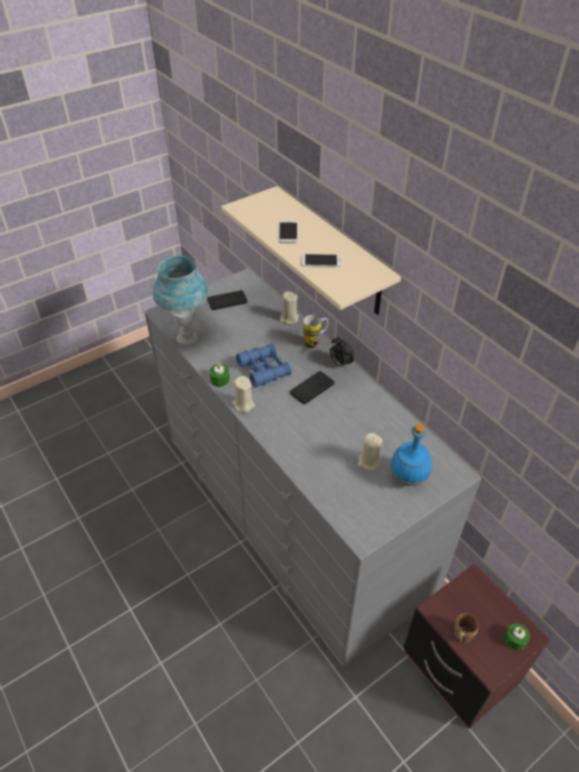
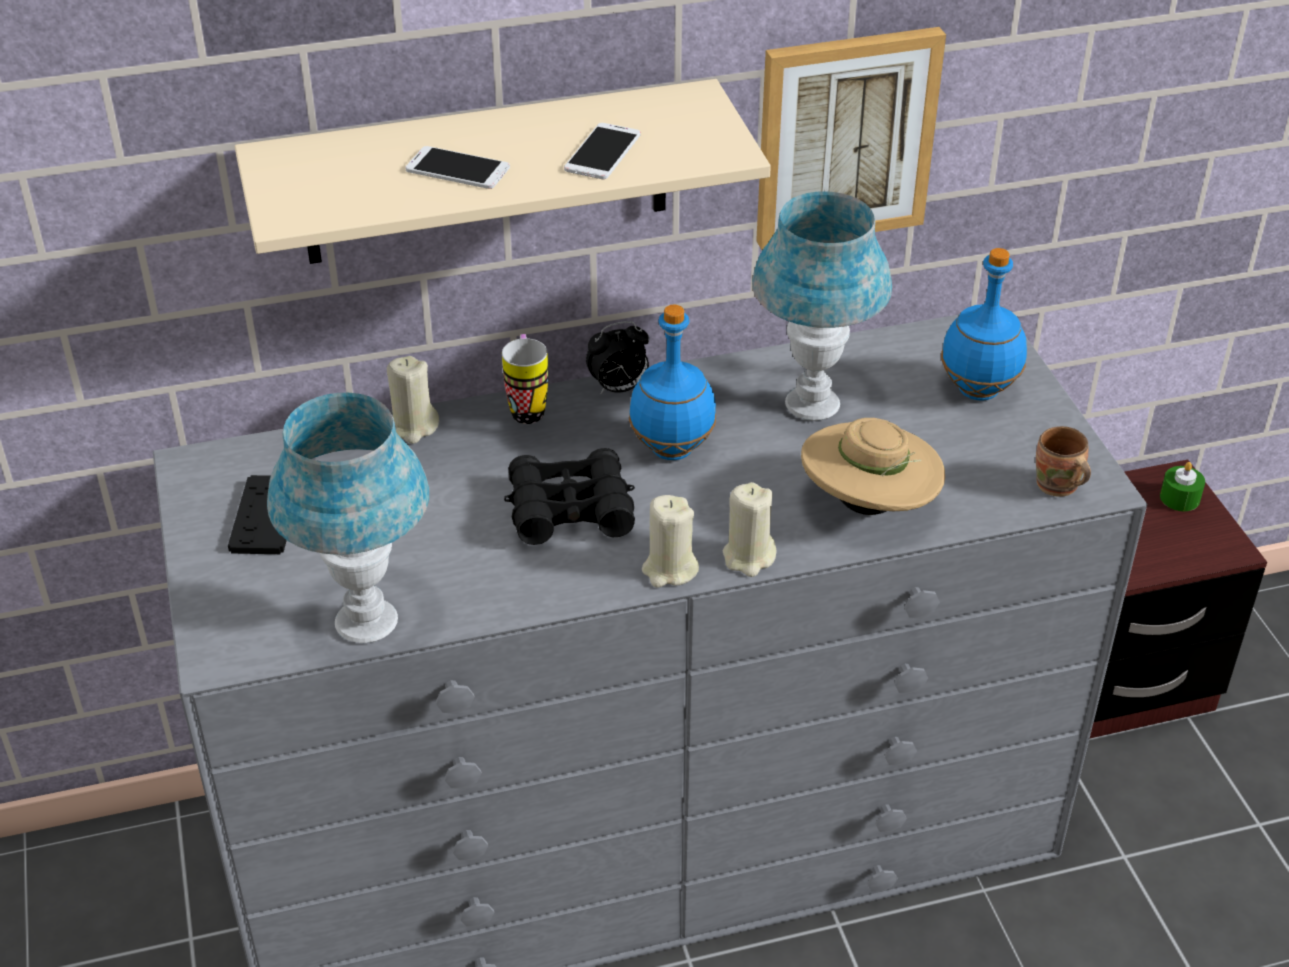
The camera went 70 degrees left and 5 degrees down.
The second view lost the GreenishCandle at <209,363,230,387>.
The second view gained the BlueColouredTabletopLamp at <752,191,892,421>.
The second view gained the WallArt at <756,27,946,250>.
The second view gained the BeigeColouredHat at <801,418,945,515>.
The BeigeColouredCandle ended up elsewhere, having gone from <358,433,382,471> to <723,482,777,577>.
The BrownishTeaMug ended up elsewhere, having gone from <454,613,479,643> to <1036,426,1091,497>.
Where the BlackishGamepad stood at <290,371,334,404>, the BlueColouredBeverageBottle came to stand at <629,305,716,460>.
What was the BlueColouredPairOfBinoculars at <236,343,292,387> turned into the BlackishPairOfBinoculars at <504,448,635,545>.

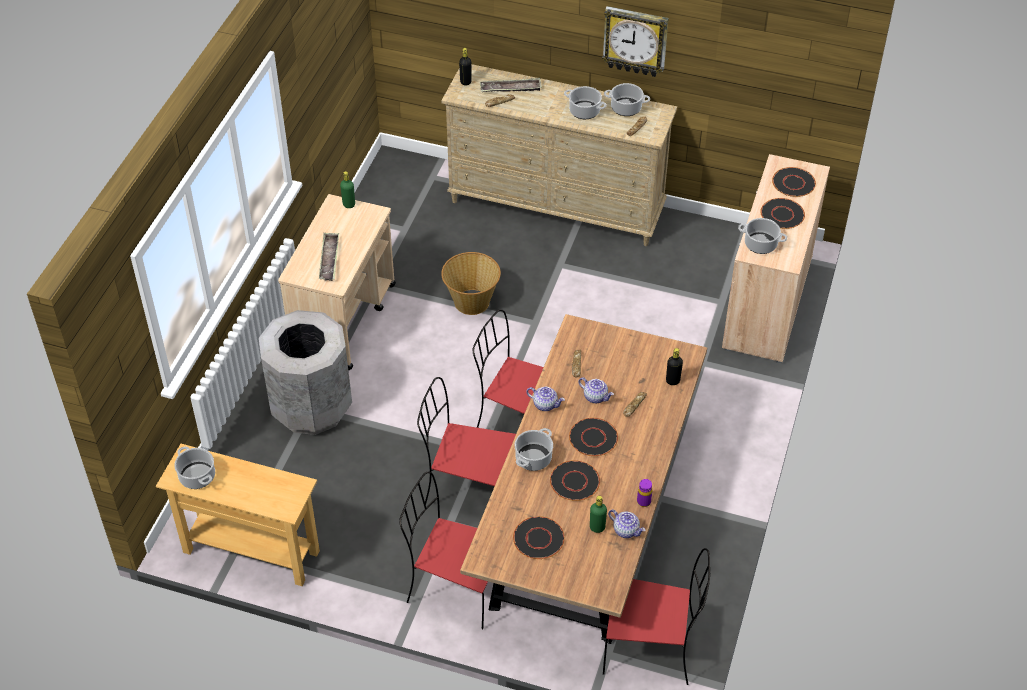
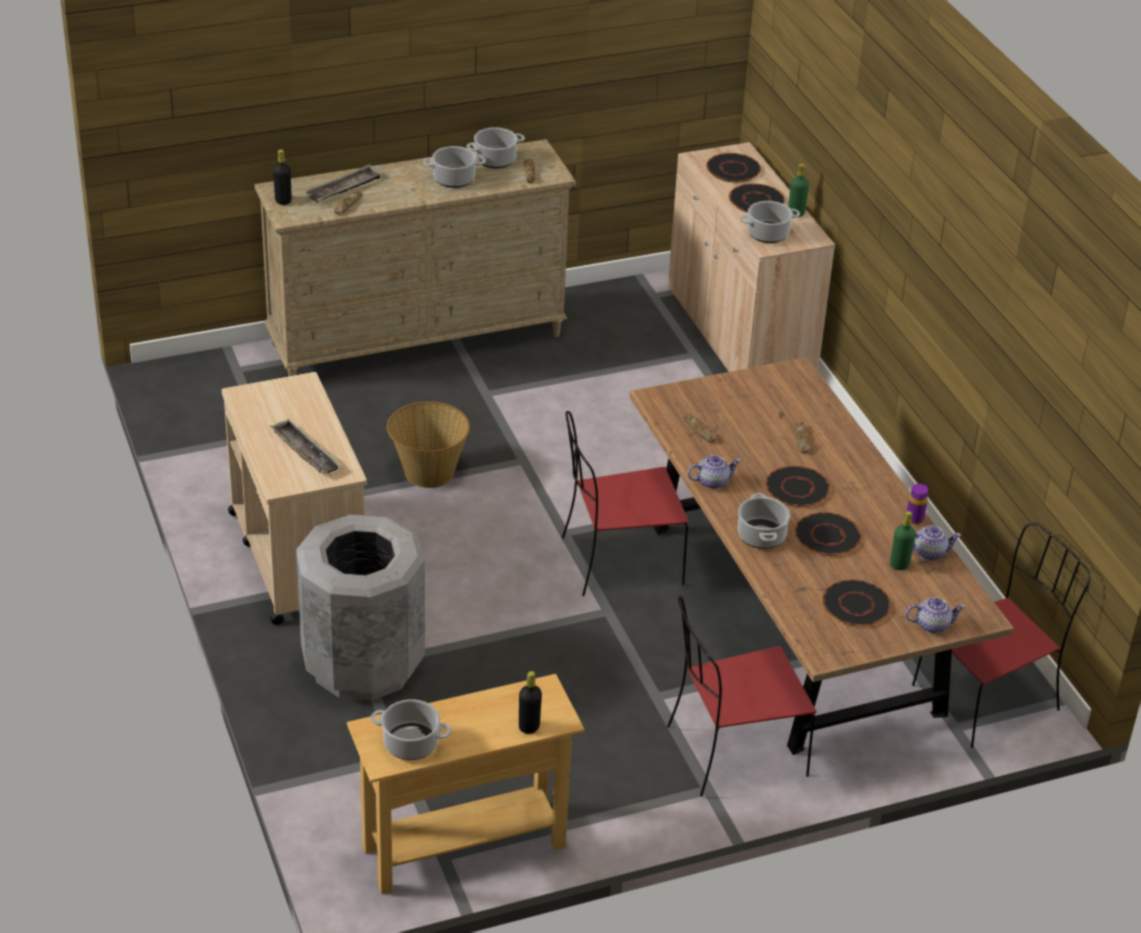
The camera went 40 degrees left and 10 degrees down.
The second view lost the RedUprightChair at <417,377,516,505>.
The second view lost the ClockOnTheWall at <602,6,669,77>.
The GreenishBeverageBottle ended up elsewhere, having gone from <340,171,355,208> to <788,164,809,217>.
The Teapot ended up elsewhere, having gone from <578,377,614,403> to <905,597,965,633>.
The BlackishBeverageBottle ended up elsewhere, having gone from <666,348,683,385> to <519,671,542,734>.

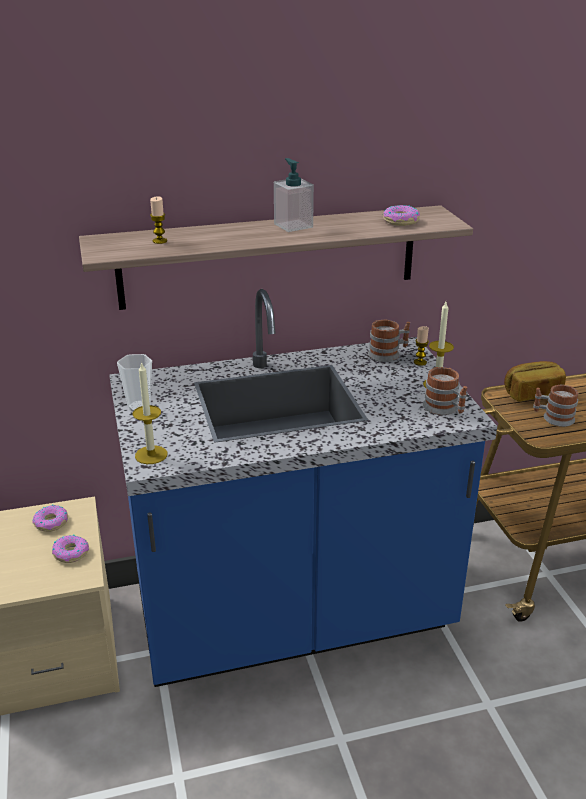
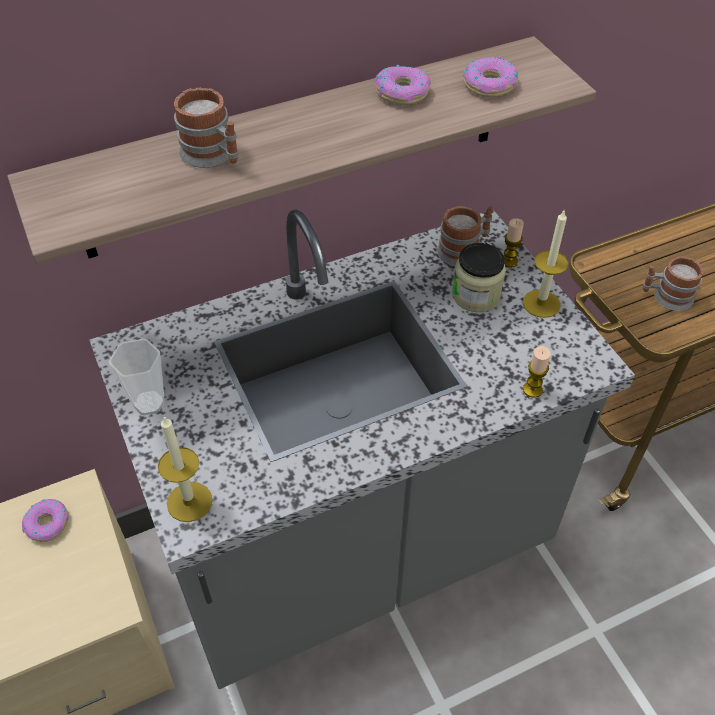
The camera went 10 degrees left and 20 degrees up.
The second view lost the SoapBottle at <274,158,314,232>.
The second view lost the Bread at <504,361,566,401>.
The second view gained the StorageJar at <452,243,506,312>.
The RingDoughnut ended up elsewhere, having gone from <52,534,89,563> to <375,65,431,105>.
The Candle ended up elsewhere, having gone from <150,196,167,244> to <523,346,551,398>.
The TeaMug ended up elsewhere, having gone from <423,367,467,415> to <174,88,239,168>.
What was the BlueColouredCounter at <109,289,497,687> turned into the GrayCounter at <89,210,635,689>.

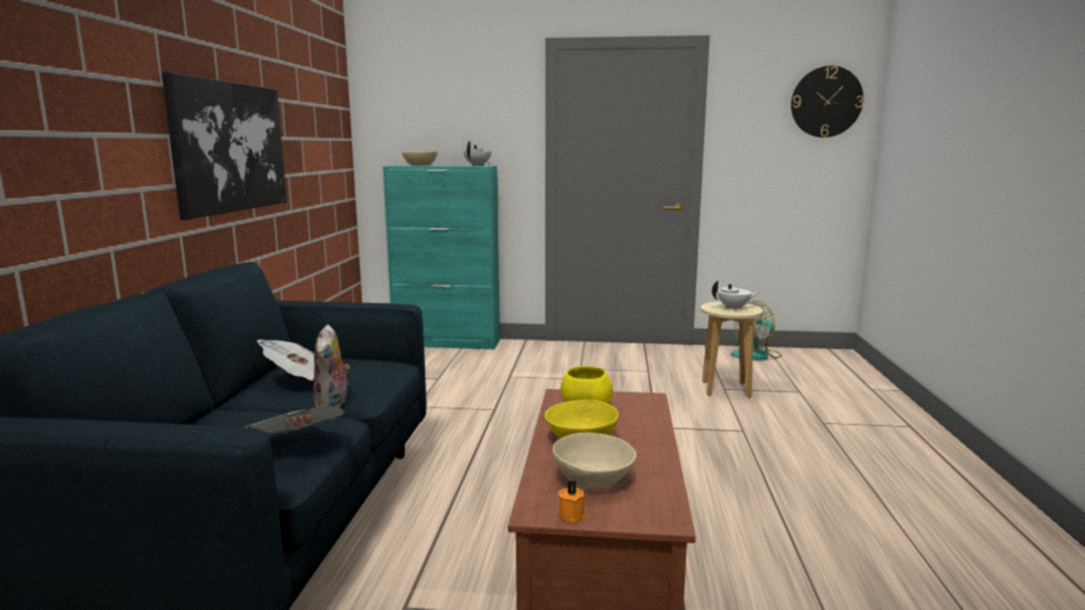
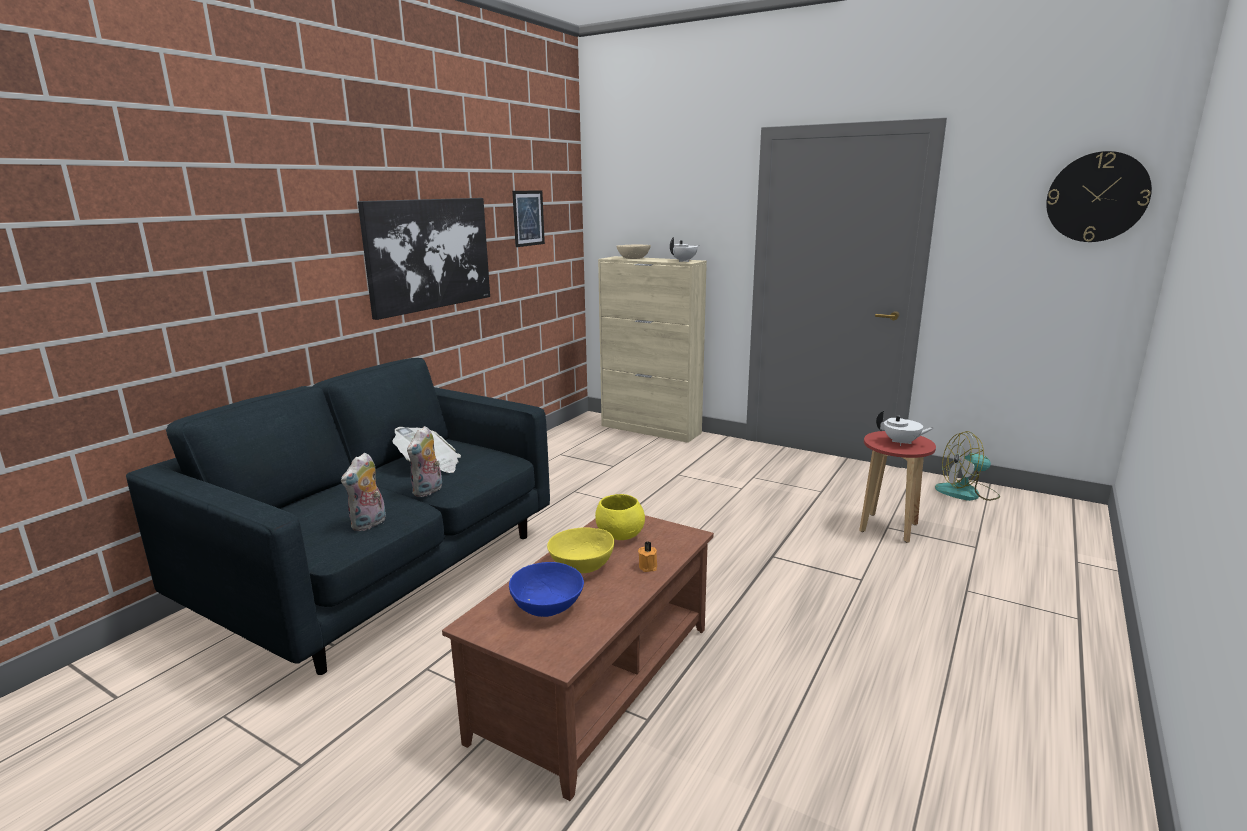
The camera went 25 degrees right and 5 degrees up.
The second view gained the WallArt at <512,190,545,247>.
The OrangeCandle ended up elsewhere, having gone from <558,480,586,523> to <638,541,657,572>.
Where the PrintedPaper stood at <244,406,346,433>, the CuddlyToy came to stand at <341,453,386,531>.
What was the TurquoiseColouredStorageCabinet at <383,165,500,349> turned into the BeigeColouredStorageCabinet at <598,256,707,443>.
What was the BeigeColouredServingBowl at <553,433,636,488> turned into the BlueColouredServingBowl at <509,562,584,617>.
What was the BeigeColouredStoolSeat at <700,302,763,398> turned into the RedStoolSeat at <859,431,936,543>.

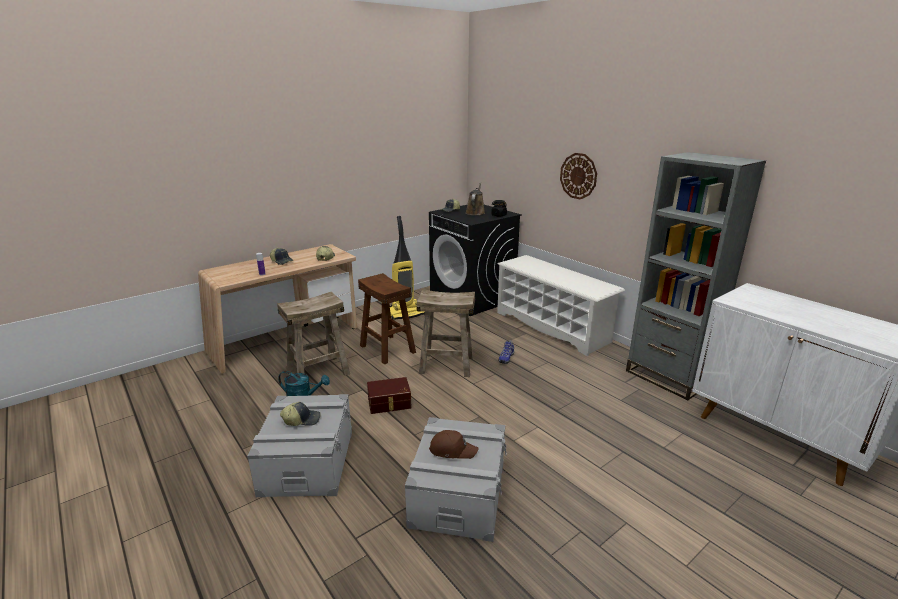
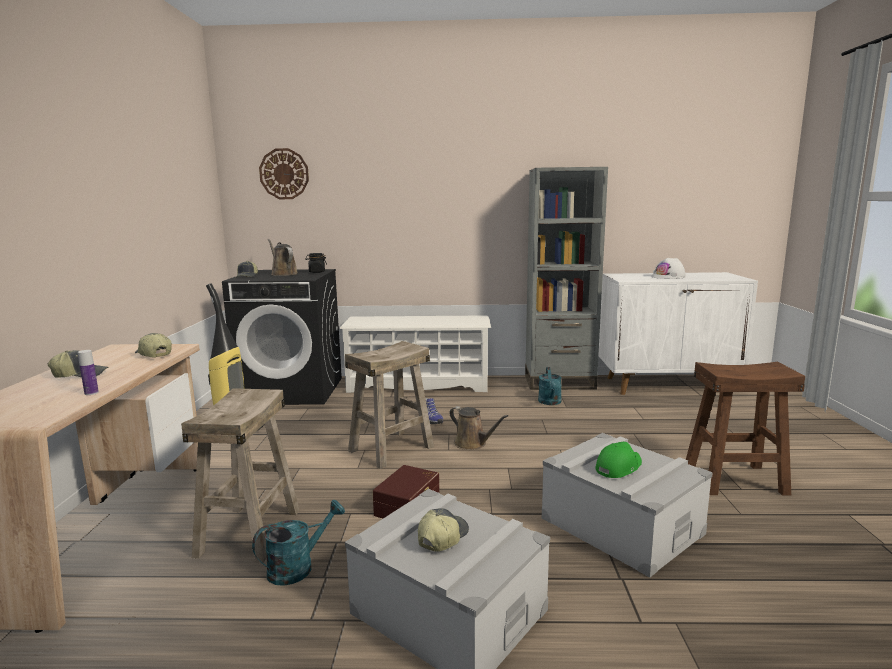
The camera went 50 degrees left and 10 degrees down.
The second view gained the BrownishWateringPot at <449,406,508,450>.
The second view gained the TurquoiseColouredWateringPot at <538,367,562,405>.
The second view gained the WhitishWorkHelmet at <651,258,686,279>.
The BrownishStoolSeat ended up elsewhere, having gone from <358,273,416,364> to <686,362,805,495>.
The ClockOnTheWall ended up elsewhere, having gone from <560,153,597,199> to <259,148,309,199>.
What was the BrownishPeakedCap at <429,430,478,459> turned into the GreenishPeakedCap at <595,442,642,478>.

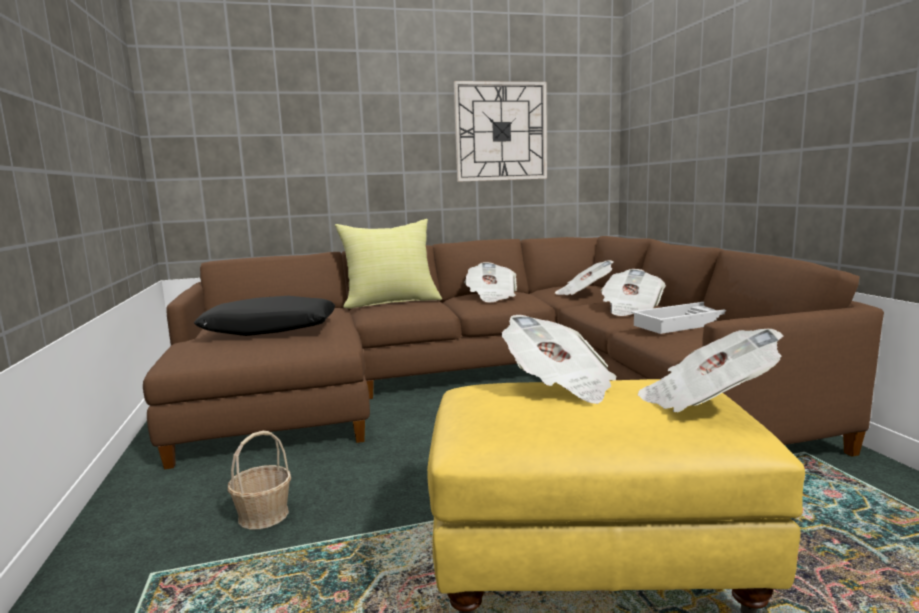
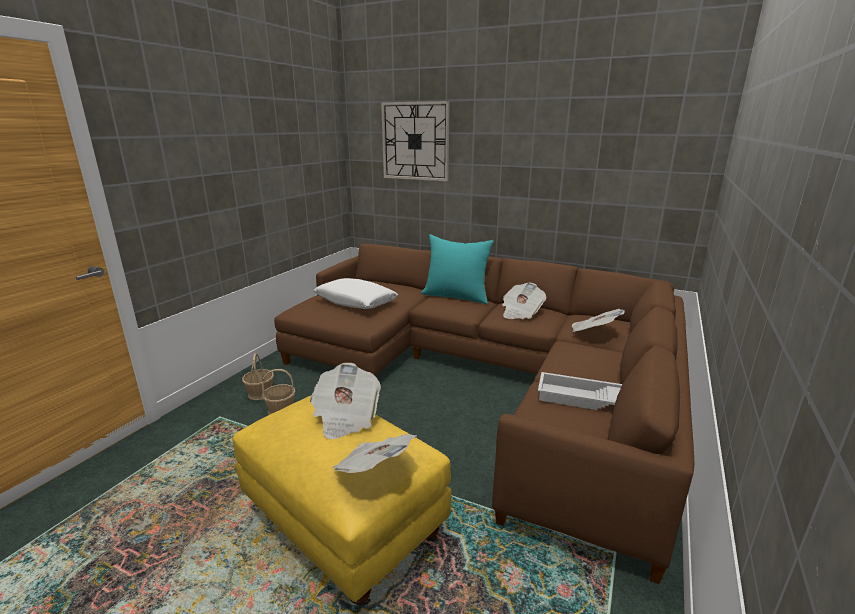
The camera went 40 degrees right and 10 degrees up.
The second view lost the PrintedPaper at <601,269,666,316>.
The second view gained the HouseholdBasket at <242,353,274,400>.
The ClockOnTheWall ended up elsewhere, having gone from <454,81,547,182> to <381,101,450,181>.
What was the BlackishPillow at <194,296,336,336> turned into the WhitishPillow at <314,278,398,309>.
What was the YellowColouredPillow at <334,219,442,309> turned into the TurquoiseColouredPillow at <421,234,494,304>.

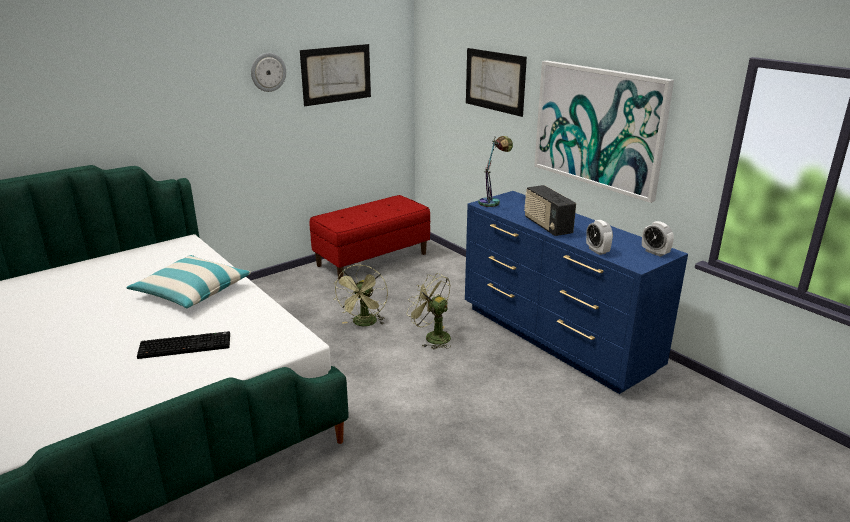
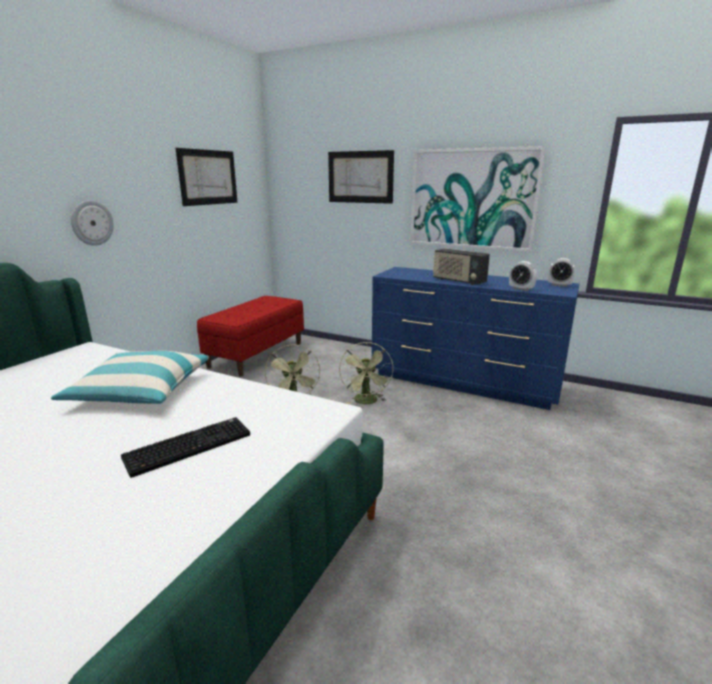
The camera went 25 degrees left and 5 degrees down.
The second view lost the TabletopLamp at <478,136,513,207>.
The ClockOnTheWall ended up elsewhere, having gone from <251,53,286,92> to <71,200,114,246>.
The GreenishCoolingFan at <407,273,451,349> ended up facing another way, 105 degrees counterclockwise from before.

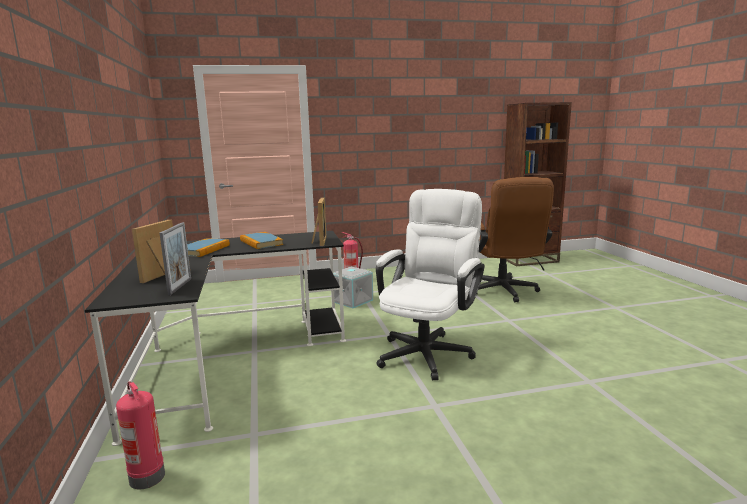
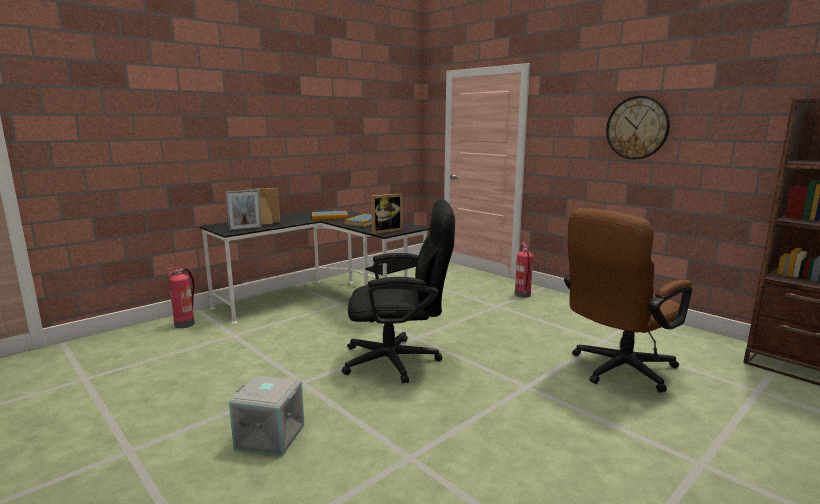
The camera went 60 degrees right and 0 degrees up.
The second view gained the ClockOnTheWall at <606,96,670,159>.
The GrayStorageContainer ended up elsewhere, having gone from <333,266,373,308> to <229,375,304,456>.
What was the WhitishOfficeChair at <376,189,485,381> turned into the BlackishOfficeChair at <342,199,455,383>.

